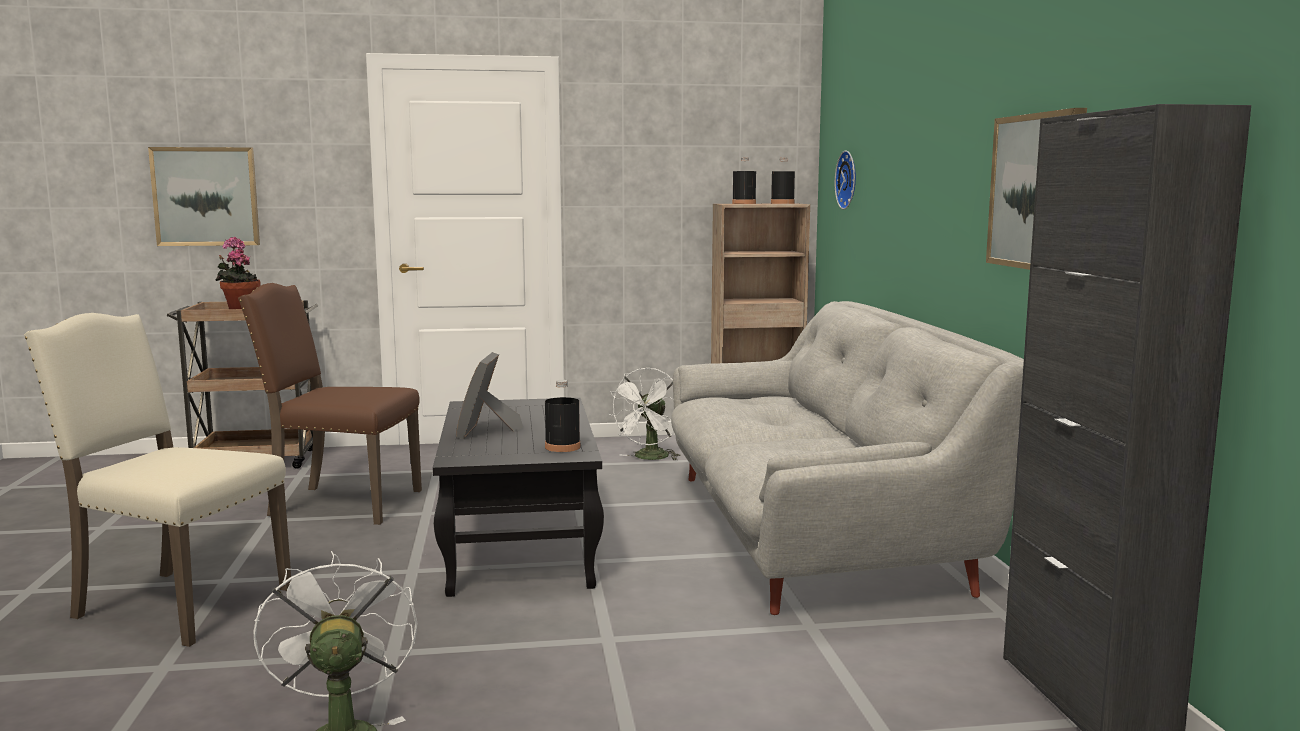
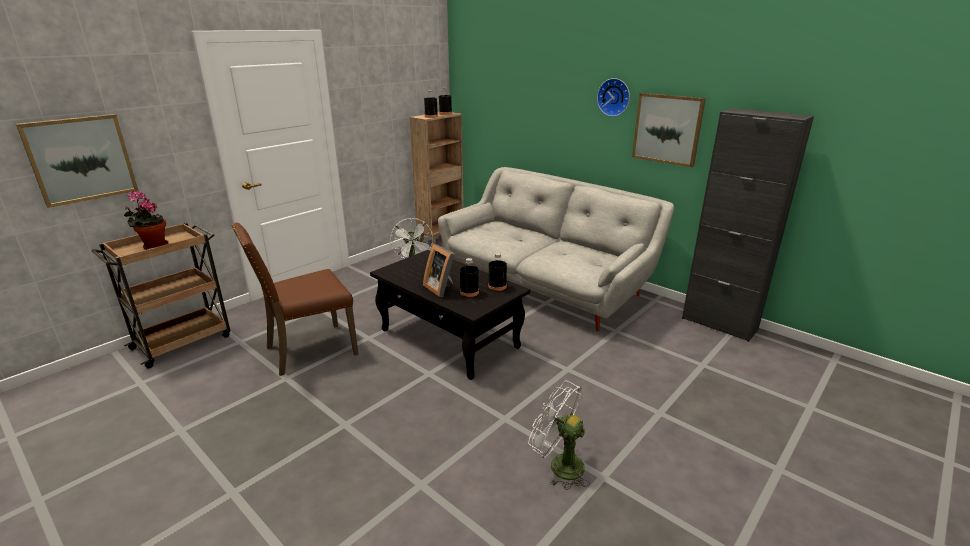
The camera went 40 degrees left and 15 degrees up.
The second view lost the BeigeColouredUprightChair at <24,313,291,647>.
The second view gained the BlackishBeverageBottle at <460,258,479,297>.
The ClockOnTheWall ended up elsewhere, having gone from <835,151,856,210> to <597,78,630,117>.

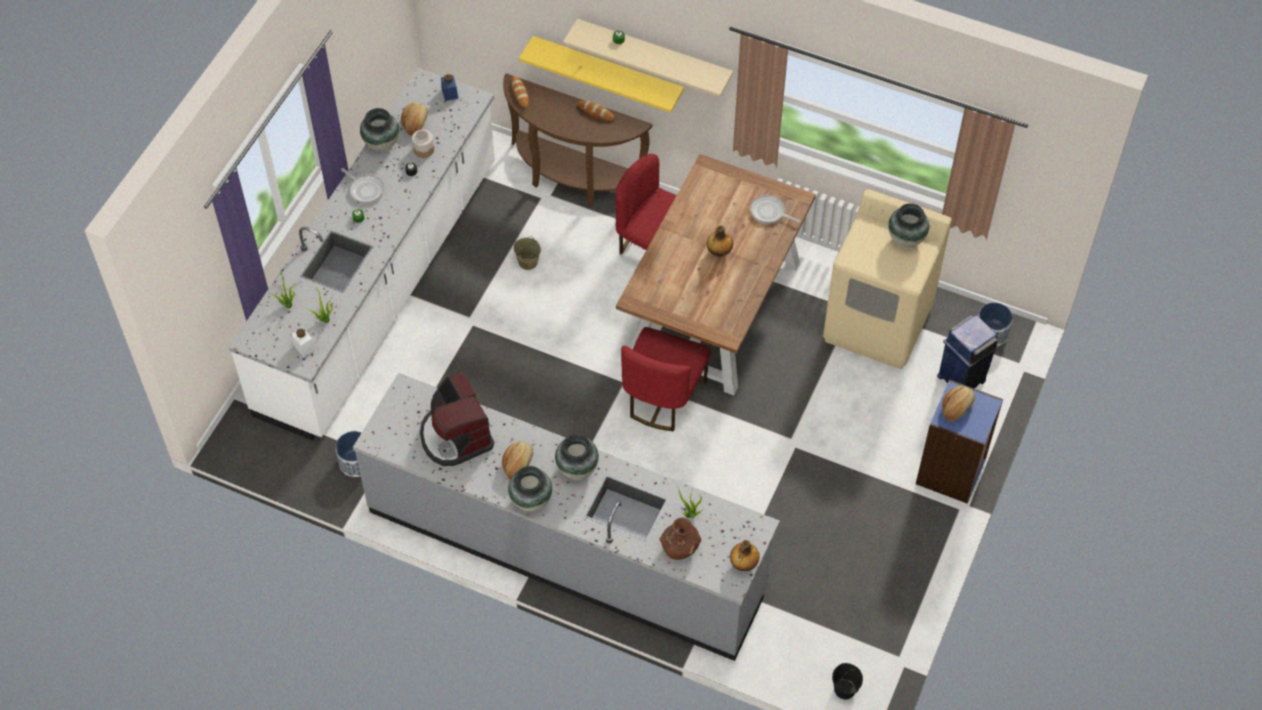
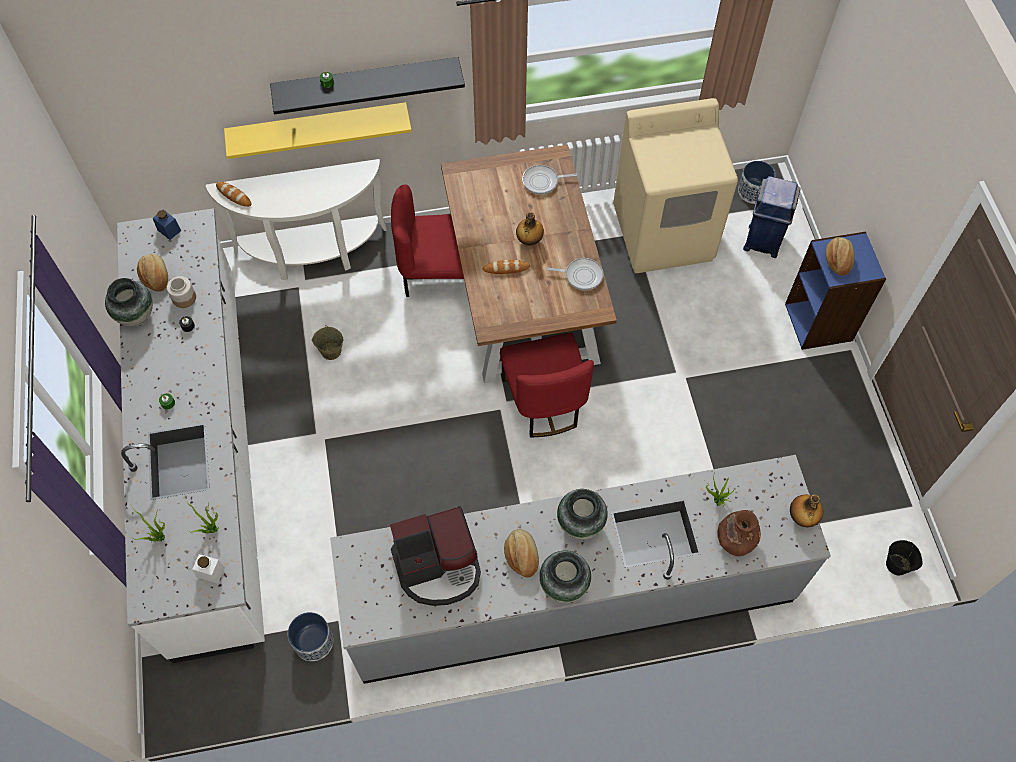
The camera went 35 degrees left and 5 degrees up.
The second view lost the Vase at <888,203,929,248>.
The Skillet ended up elsewhere, having gone from <341,168,384,204> to <545,258,603,290>.
The Bread ended up elsewhere, having gone from <578,101,615,121> to <483,260,530,274>.
What was the BrownishNarrowTable at <503,73,653,206> turned into the WhitishNarrowTable at <206,159,387,280>.
What was the BeigeColouredBracketShelf at <563,19,733,97> turned into the BlackishBracketShelf at <270,57,465,114>.
The CoffeeMaker at <420,371,494,466> ended up facing another way, 45 degrees counterclockwise from before.

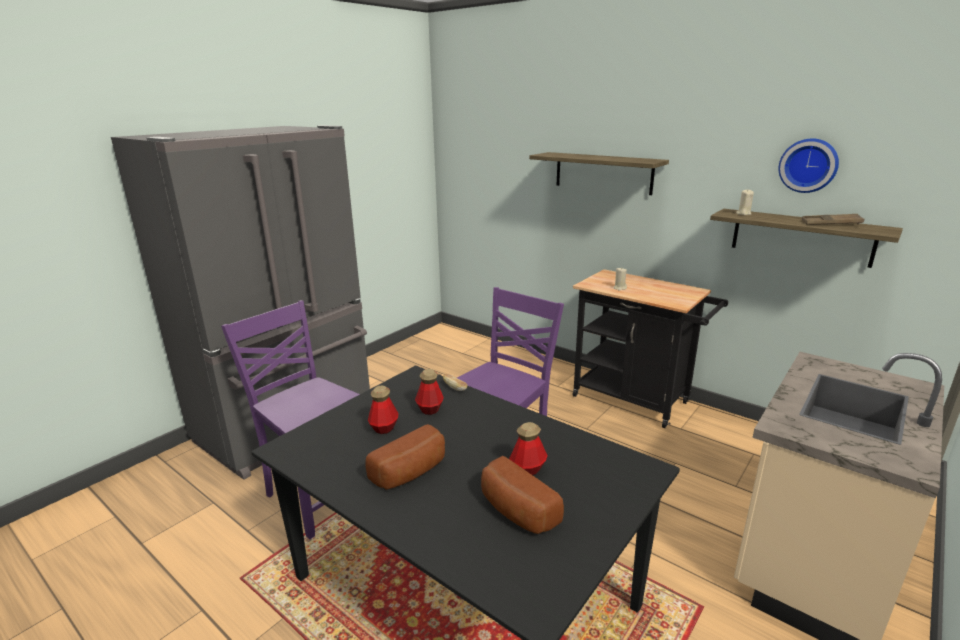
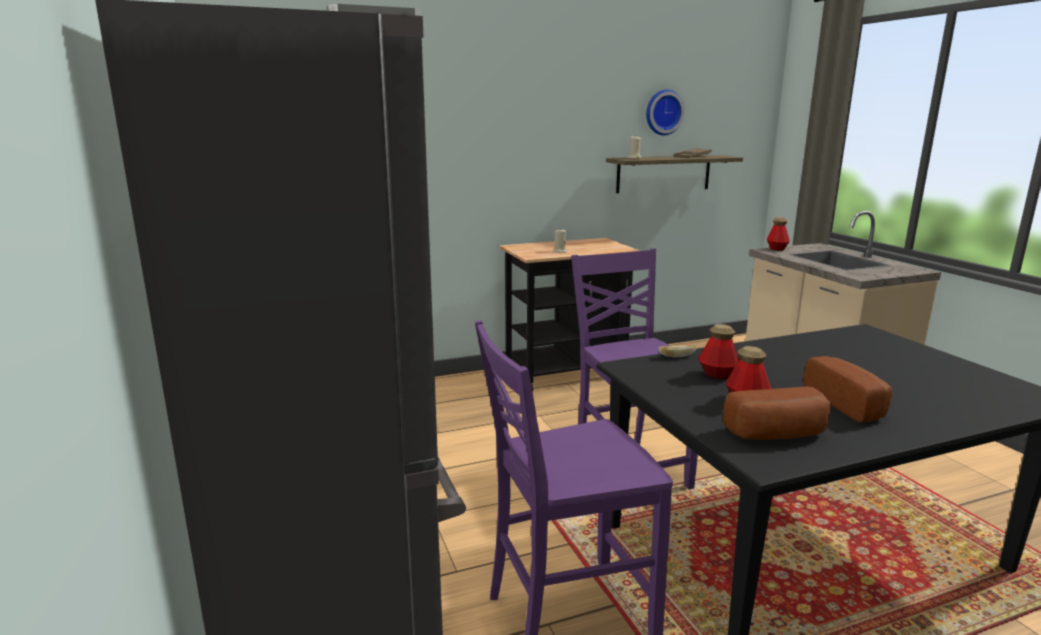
The camera went 60 degrees left and 5 degrees down.
The second view lost the BracketShelf at <529,152,669,195>.
The Bread ended up elsewhere, having gone from <481,456,564,534> to <723,386,831,440>.
The BeverageBottle ended up elsewhere, having gone from <509,422,548,475> to <767,217,790,251>.

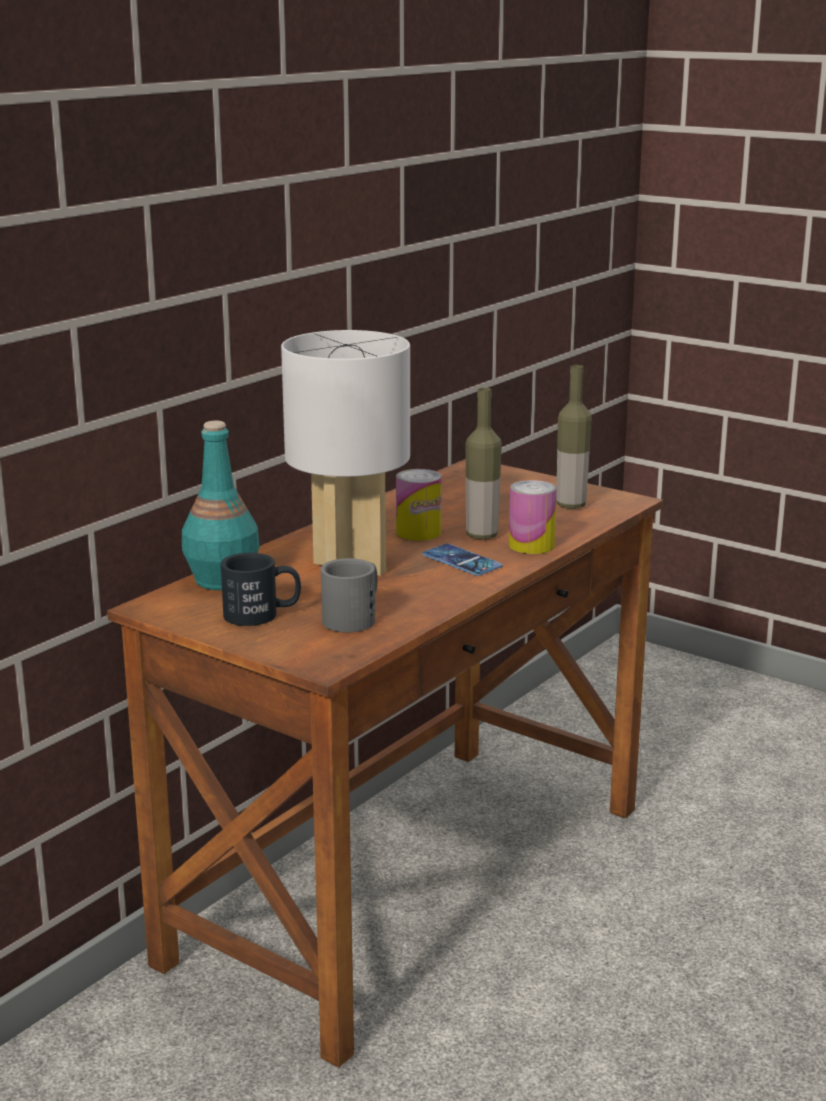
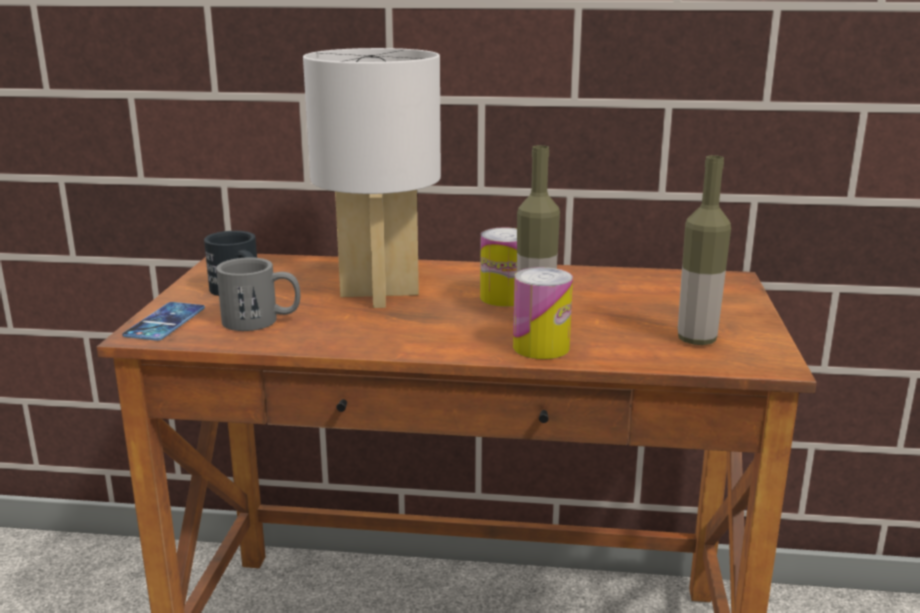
The camera went 60 degrees right and 0 degrees up.
The second view lost the TurquoiseColouredBeverageBottle at <182,420,260,590>.
The Handset ended up elsewhere, having gone from <422,544,503,576> to <122,302,205,341>.

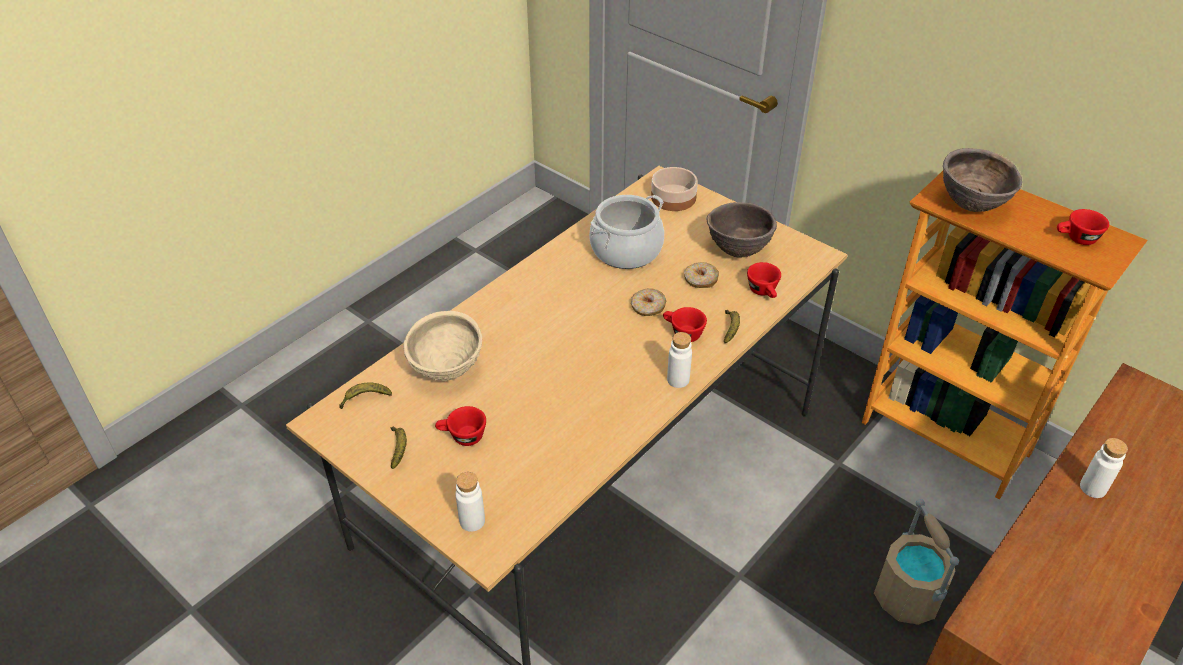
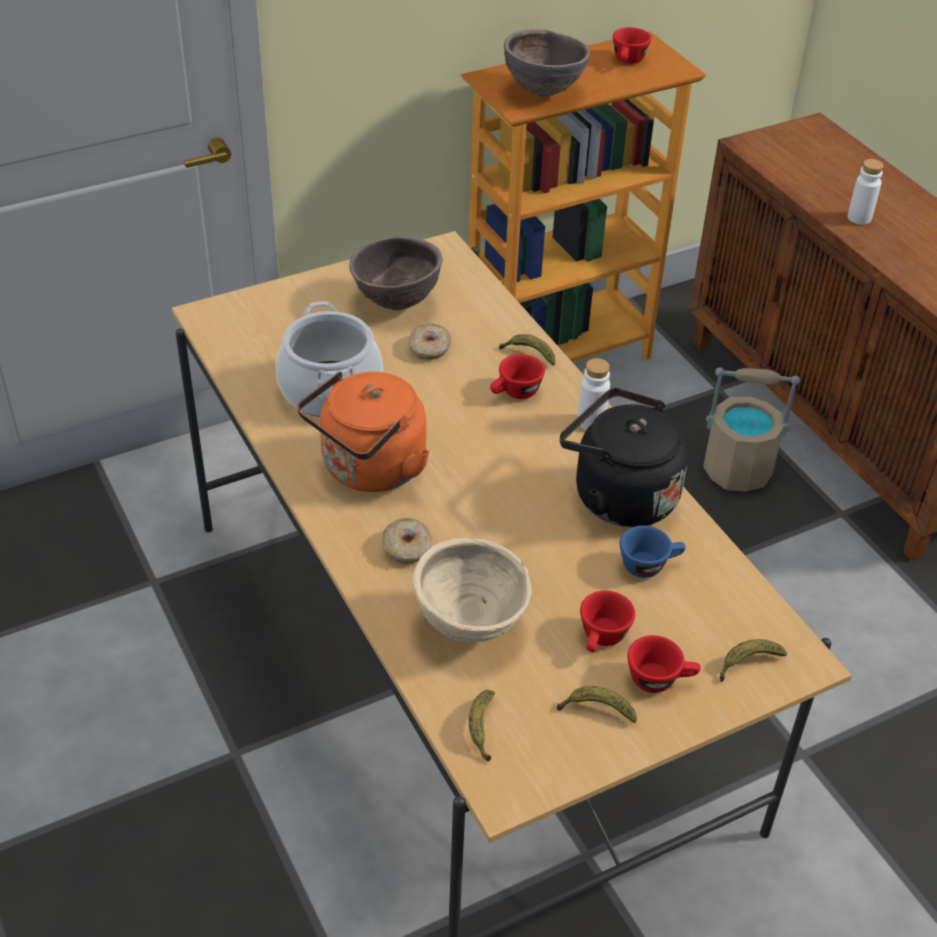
The camera went 70 degrees left and 0 degrees up.
The second view lost the ServingBowl at <651,167,698,211>.
The second view gained the OrangeTeaKettle at <297,371,430,492>.
The second view gained the BlackishTeaKettle at <560,388,688,527>.
The second view gained the BlueColouredDrinkingCup at <620,526,686,578>.
The RingDoughnut ended up elsewhere, having gone from <631,288,666,316> to <383,518,432,564>.
The RedDrinkingCup ended up elsewhere, having gone from <747,262,781,298> to <627,635,700,693>.
Where the WhitishBeverageBottle stood at <455,472,485,532>, the Banana came to stand at <720,639,787,682>.

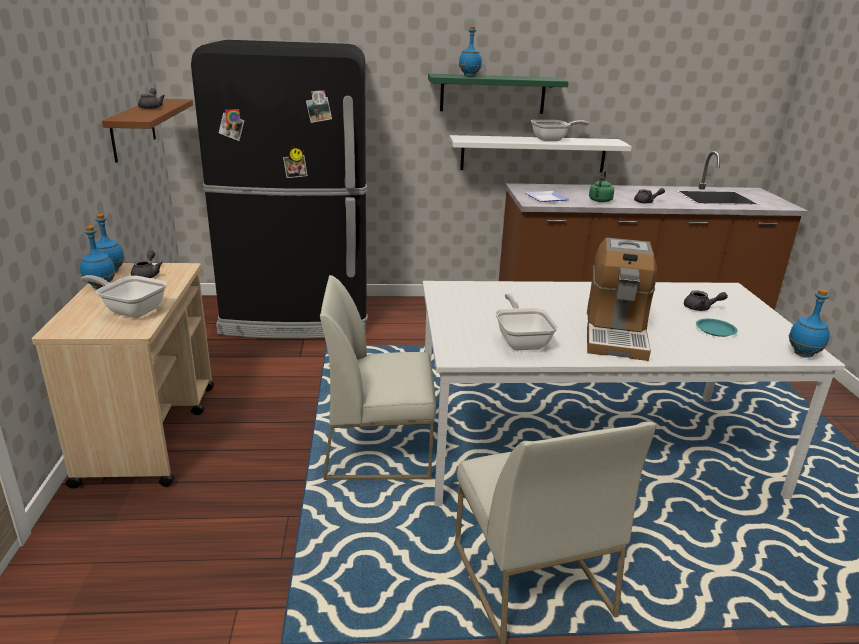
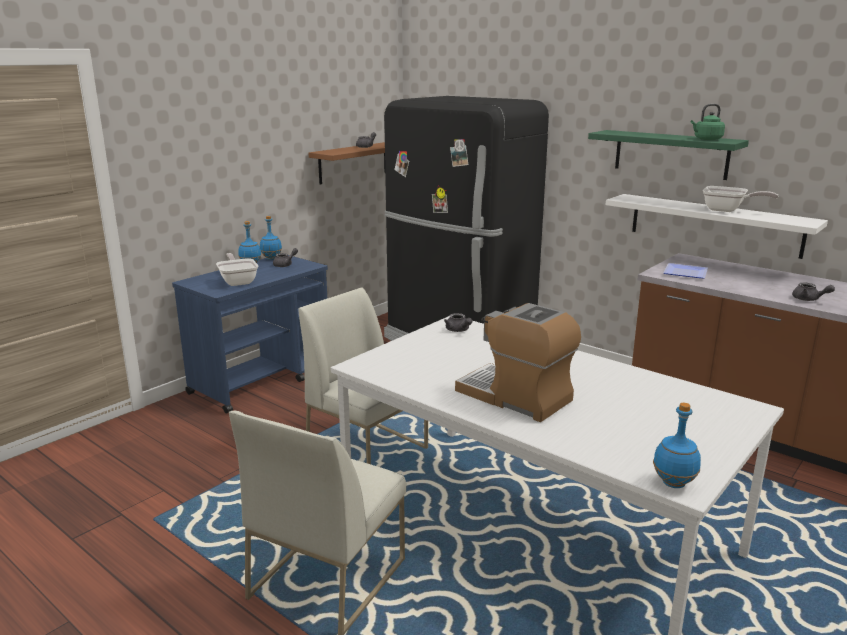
The camera went 45 degrees right and 5 degrees down.
The second view lost the BlueColouredBeverageBottle at <459,26,482,77>.
The second view lost the Skillet at <495,294,558,350>.
The second view lost the TurquoiseColouredPlate at <696,319,738,337>.
The GreenishTeaKettle ended up elsewhere, having gone from <589,170,614,202> to <691,104,725,140>.
The GrayTeapot ended up elsewhere, having gone from <684,290,728,311> to <444,313,472,332>.
What was the BeigeColouredWheeledCart at <32,263,214,489> turned into the BlueColouredWheeledCart at <172,255,328,414>.
The CoffeeMaker at <587,238,657,361> ended up facing another way, 75 degrees clockwise from before.

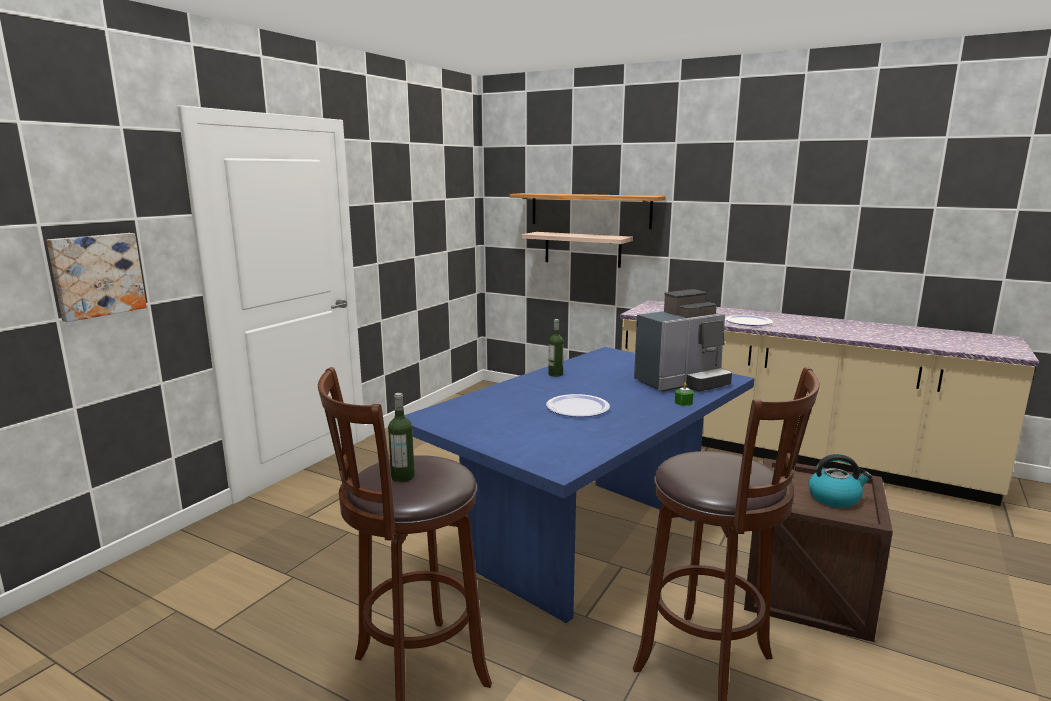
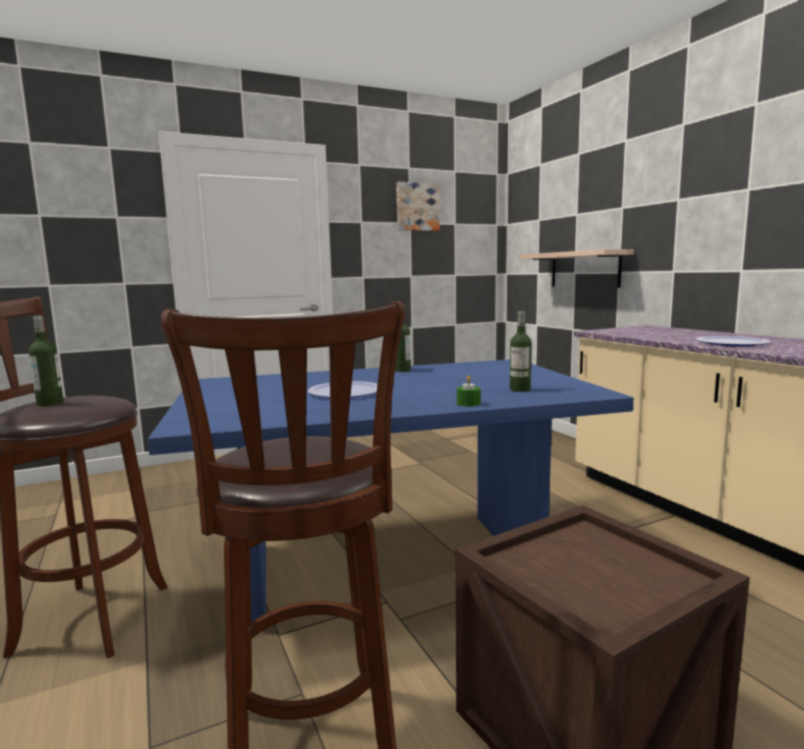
The camera went 35 degrees right and 5 degrees down.
The second view lost the BracketShelf at <510,193,666,229>.
The second view lost the TeaKettle at <808,454,872,508>.
The WallArt ended up elsewhere, having gone from <47,233,147,322> to <396,182,440,231>.
Where the CoffeeMaker stood at <634,289,732,392>, the BeverageBottle came to stand at <510,311,532,392>.

